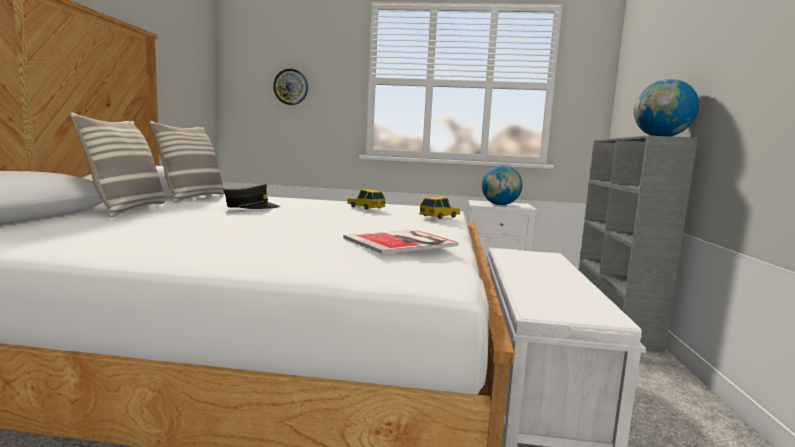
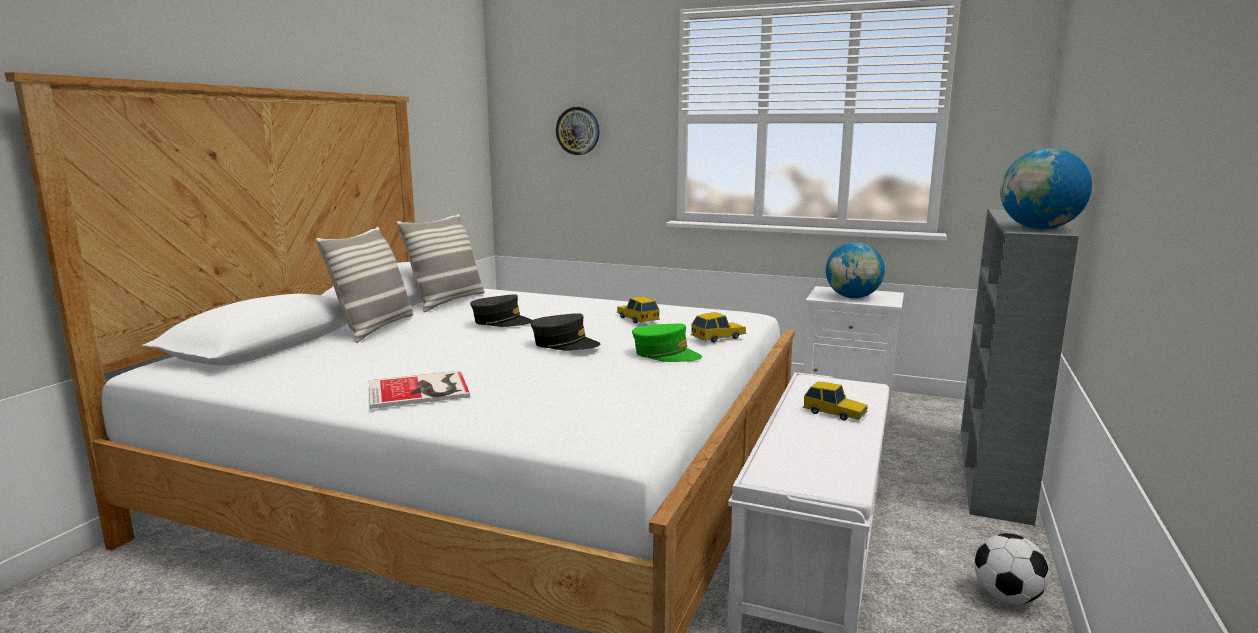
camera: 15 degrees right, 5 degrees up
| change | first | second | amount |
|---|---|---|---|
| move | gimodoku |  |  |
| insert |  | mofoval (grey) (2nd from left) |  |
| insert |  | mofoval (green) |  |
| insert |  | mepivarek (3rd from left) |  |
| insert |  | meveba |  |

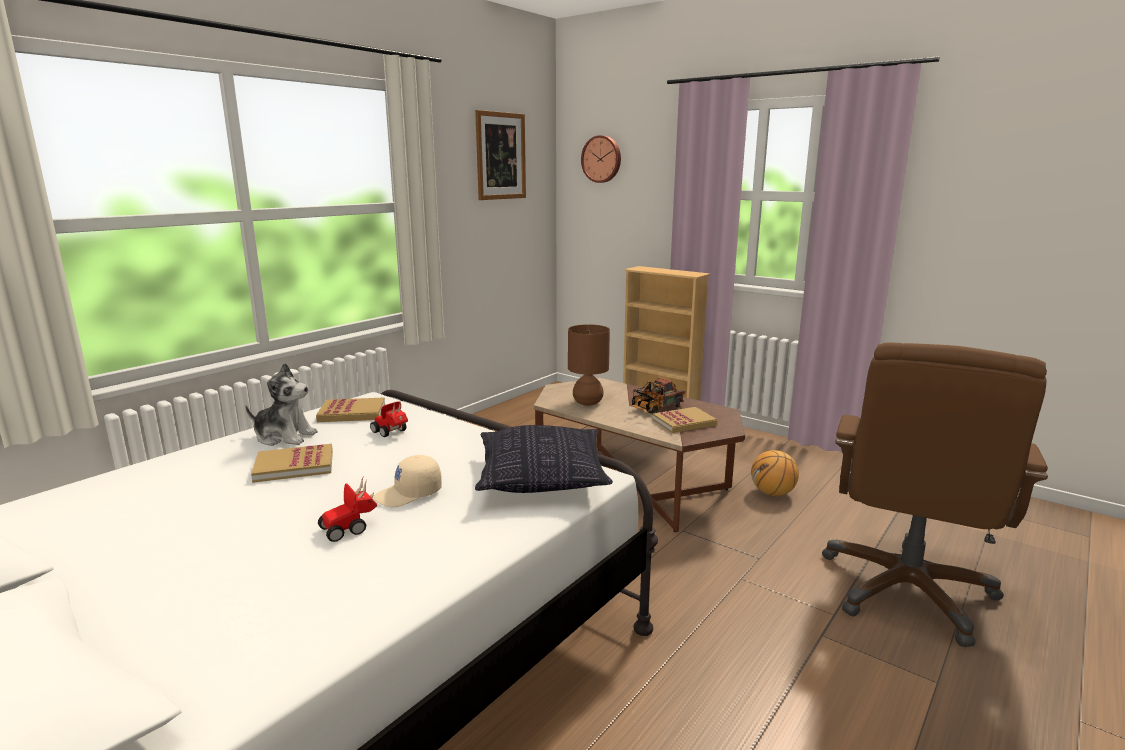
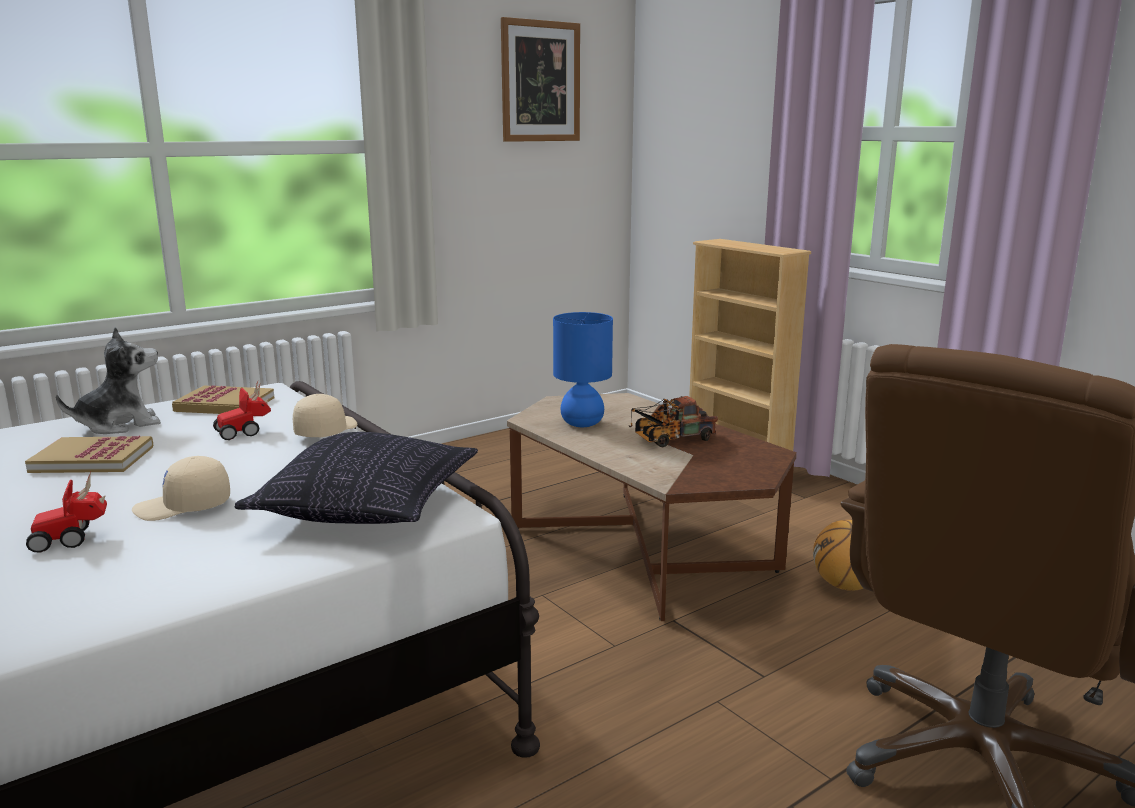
camera: 15 degrees right, 0 degrees up
| change | first | second | amount |
|---|---|---|---|
| rotate | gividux |  | 60 degrees counterclockwise |
| rotate | mepivarek (2nd from left) |  | 90 degrees counterclockwise |
| insert |  | mofoval (beige) (2nd from left) |  |
| recolor | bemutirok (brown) | bemutirok (blue) |  |
| delete | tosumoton |  |  |
| delete | gimodoku (3rd from left) |  |  |

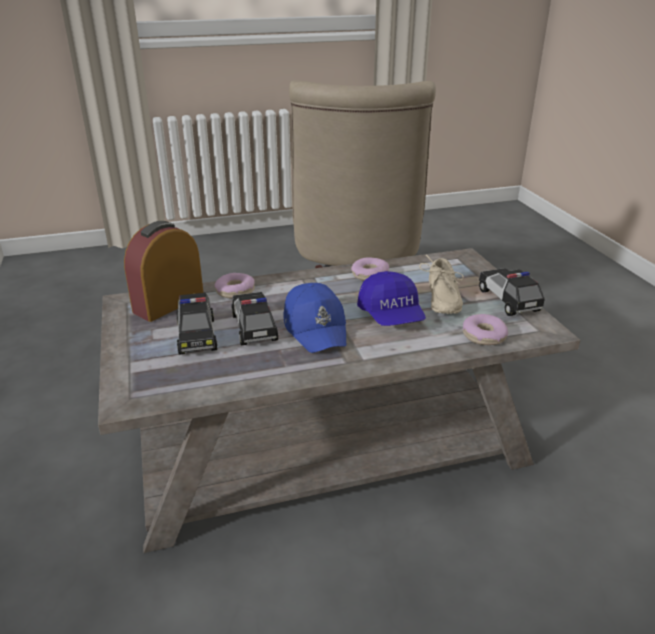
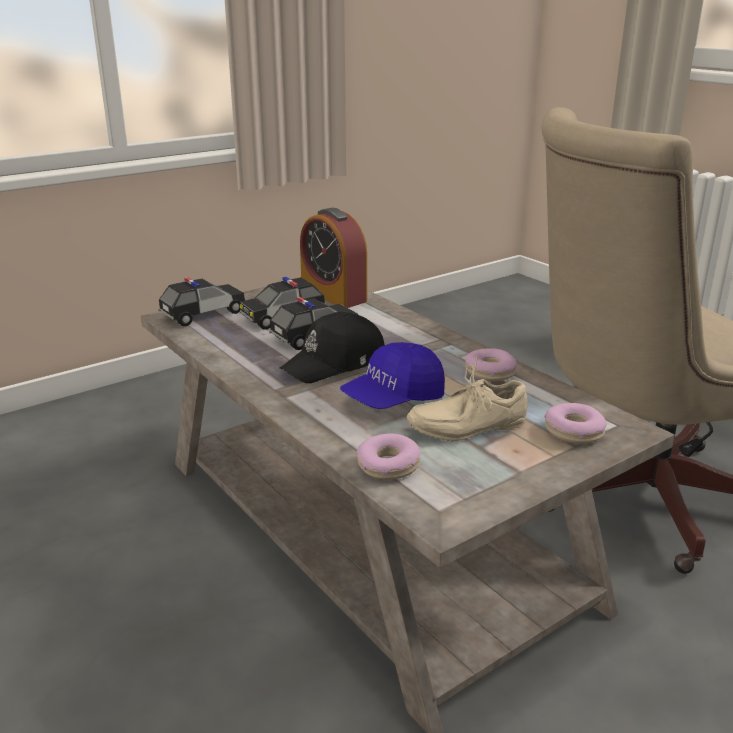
camera: 70 degrees right, 5 degrees down
| change | first | second | amount |
|---|---|---|---|
| move | mepivarek (3rd from left in the first image) | mepivarek (1st from left) |  |
| recolor | mofoval (blue) (1st from left) | mofoval (black) |  |
| rotate | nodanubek |  | 150 degrees counterclockwise |
| move | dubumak (1st from left in the first image) | dubumak (3rd from left) |  |

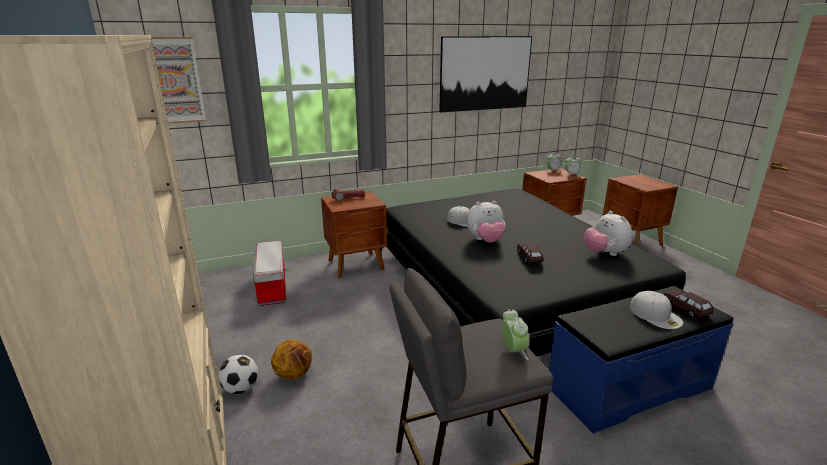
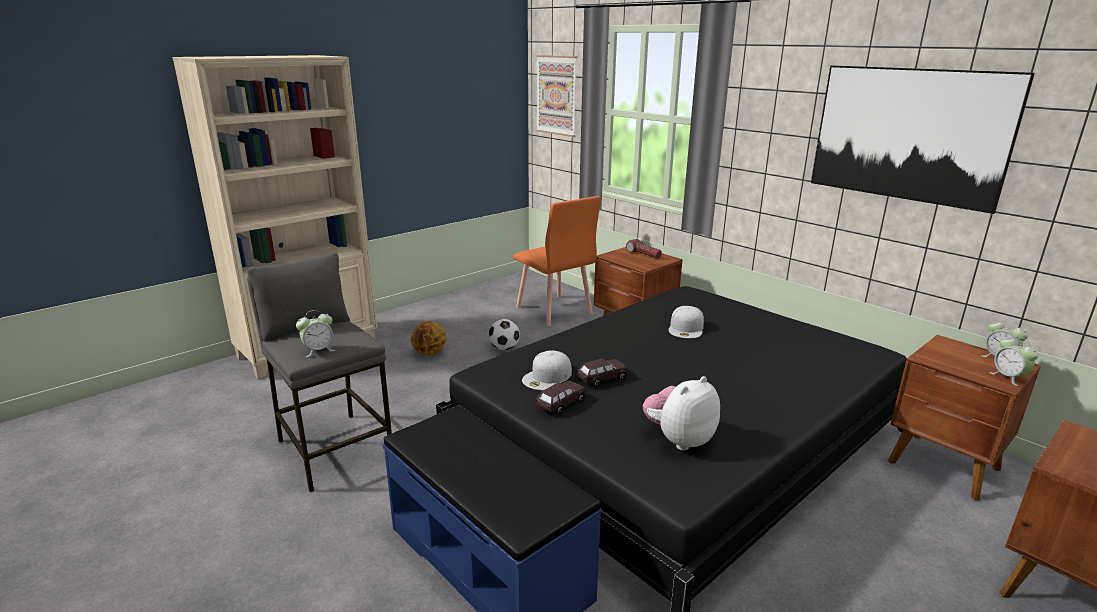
camera: 70 degrees right, 0 degrees up
| change | first | second | amount |
|---|---|---|---|
| move | meveba |  |  |
| replace | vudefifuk | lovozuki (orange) |  |
| move | mofoval (white) (2nd from left in the first image) | mofoval (white) (1st from left) |  |
| move | mepivarek (brown) (2nd from left in the first image) | mepivarek (brown) (1st from left) |  |
| delete | gividux (1st from left) |  |  |

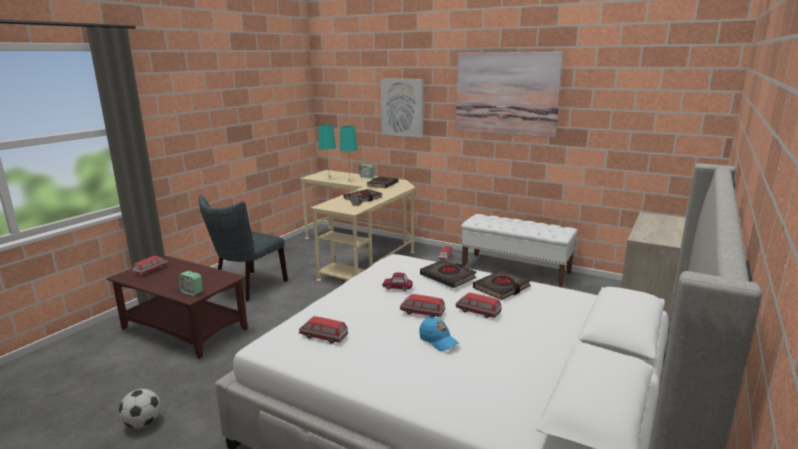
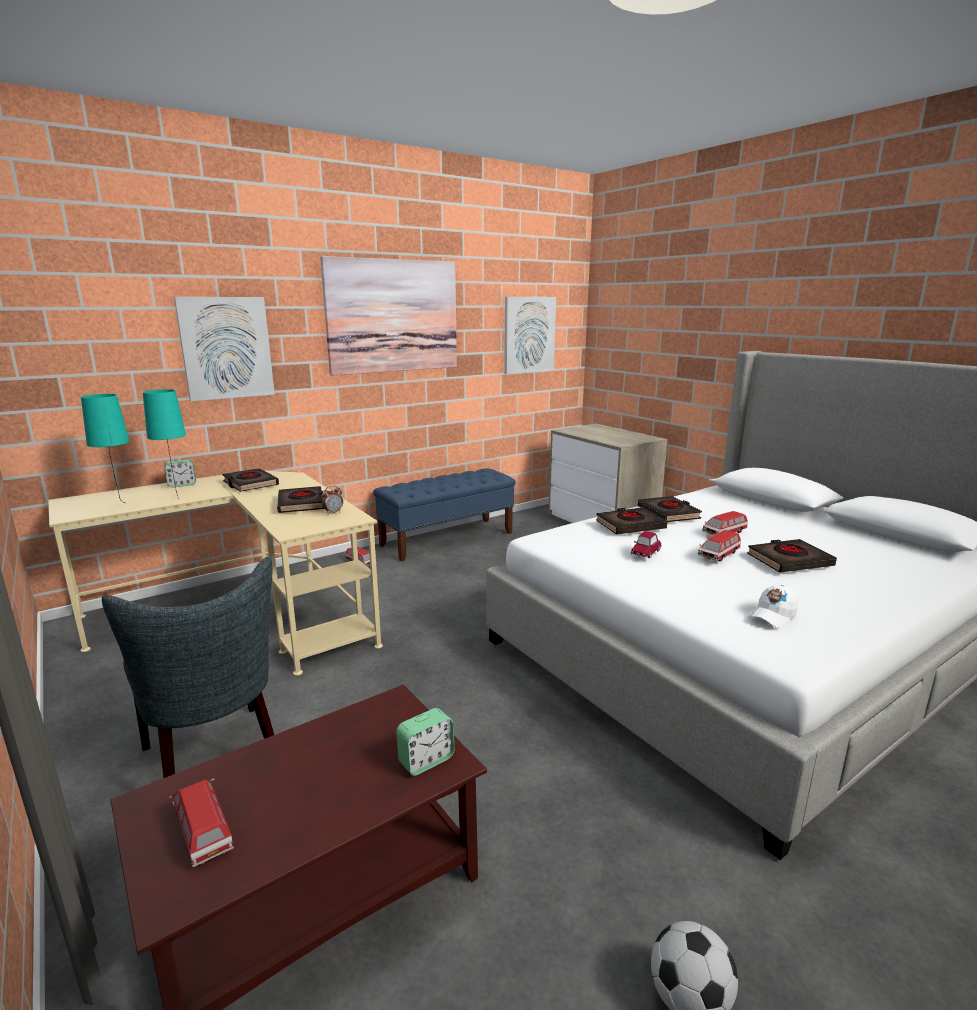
camera: 65 degrees left, 0 degrees up
| change | first | second | amount |
|---|---|---|---|
| recolor | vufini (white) | vufini (blue) |  |
| insert |  | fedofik (3rd from left) |  |
| replace | mofoval (blue) | gimodoku (black) (5th from left) |  |
| replace | mepivarek (2nd from left) | mofoval (white) |  |

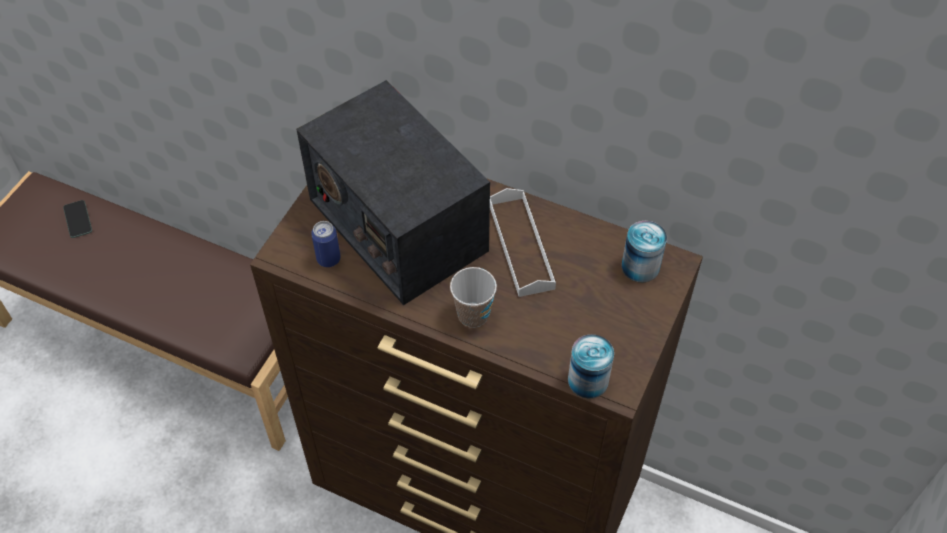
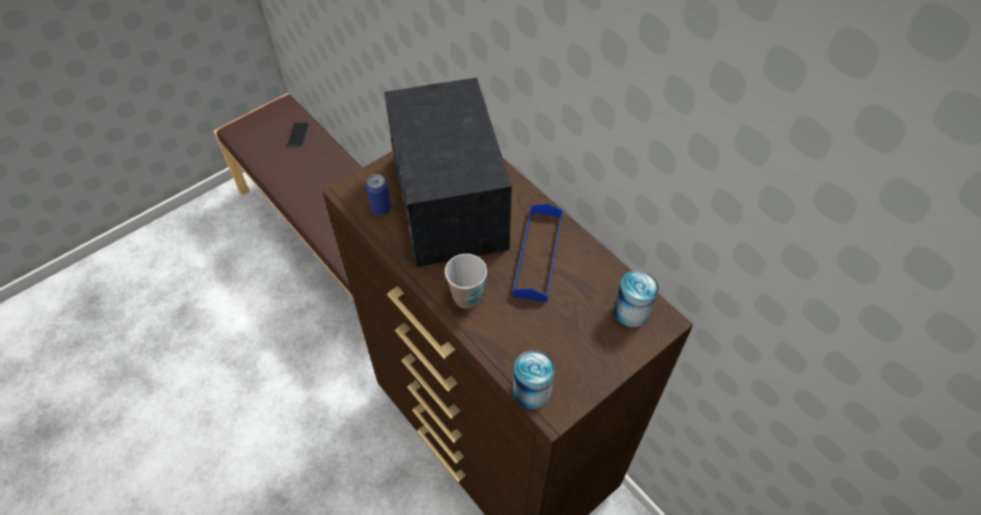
camera: 25 degrees right, 0 degrees up
| change | first | second | amount |
|---|---|---|---|
| recolor | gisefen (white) | gisefen (blue) |  |

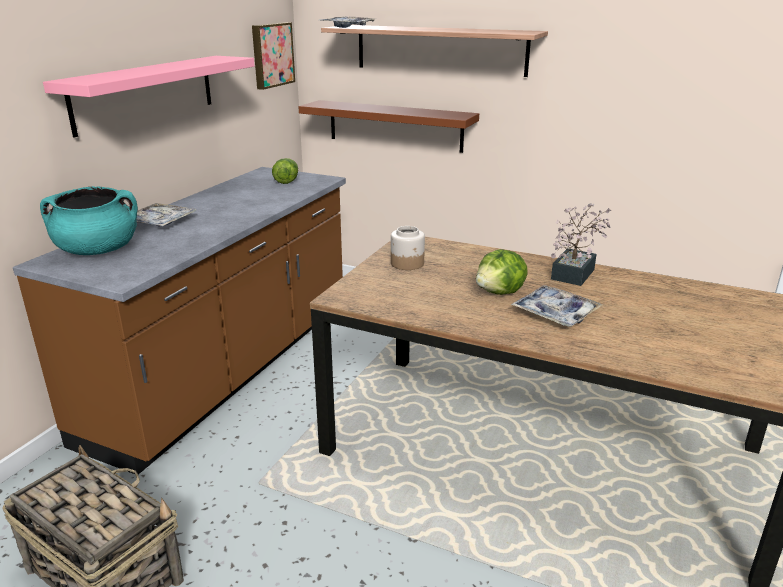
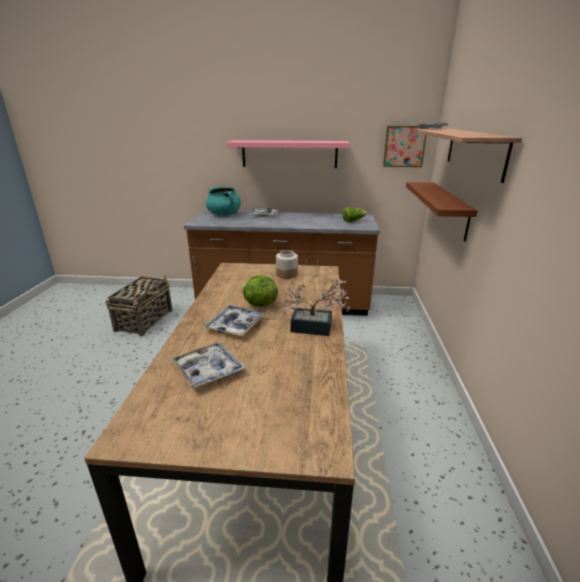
camera: 70 degrees right, 0 degrees up
| change | first | second | amount |
|---|---|---|---|
| insert |  | gisefen (1st from left) |  |

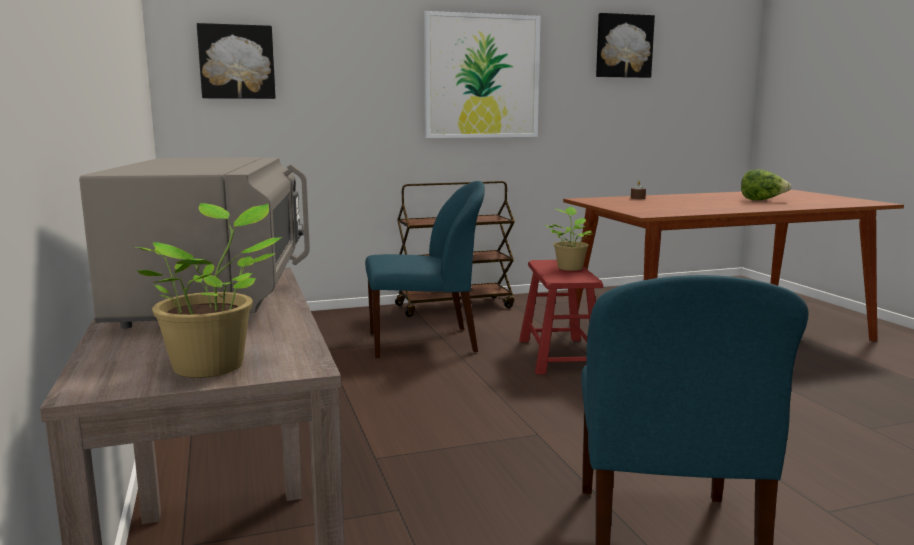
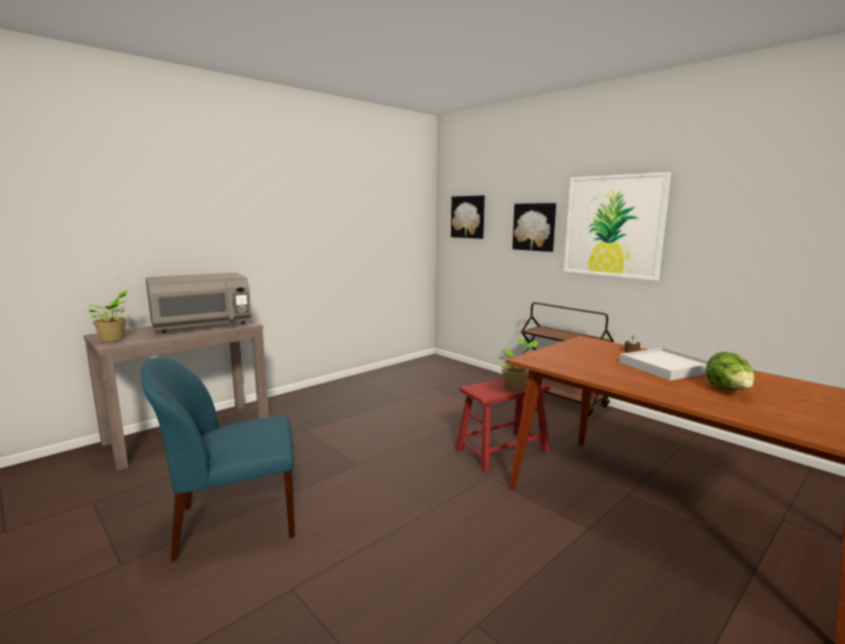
camera: 65 degrees right, 0 degrees up
| change | first | second | amount |
|---|---|---|---|
| move | fedofik (3rd from left in the first image) | fedofik (2nd from left) |  |
| insert |  | gisefen (white) |  |
| delete | lovozuki (blue) (1st from left) |  |  |

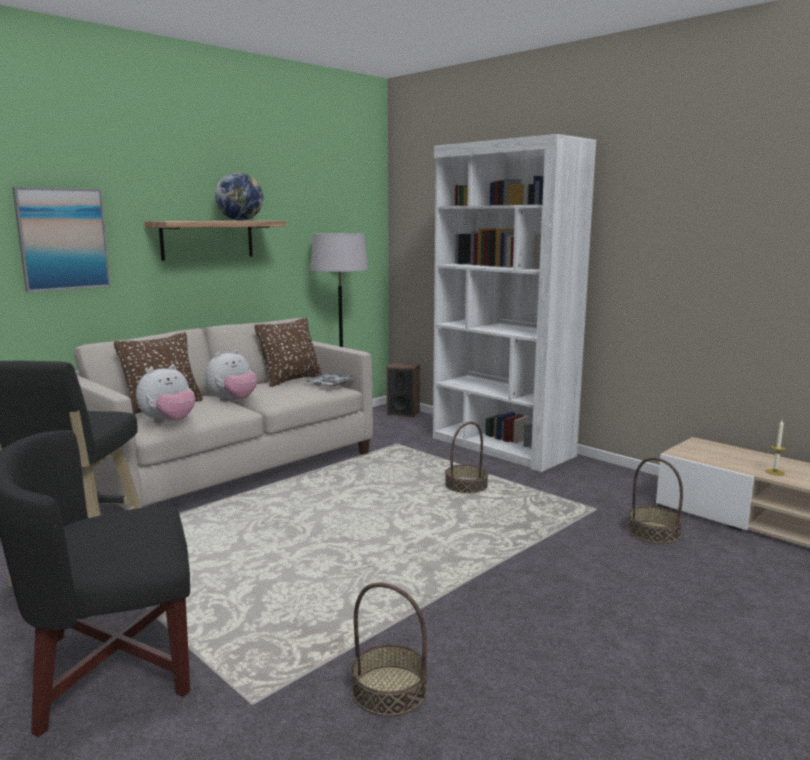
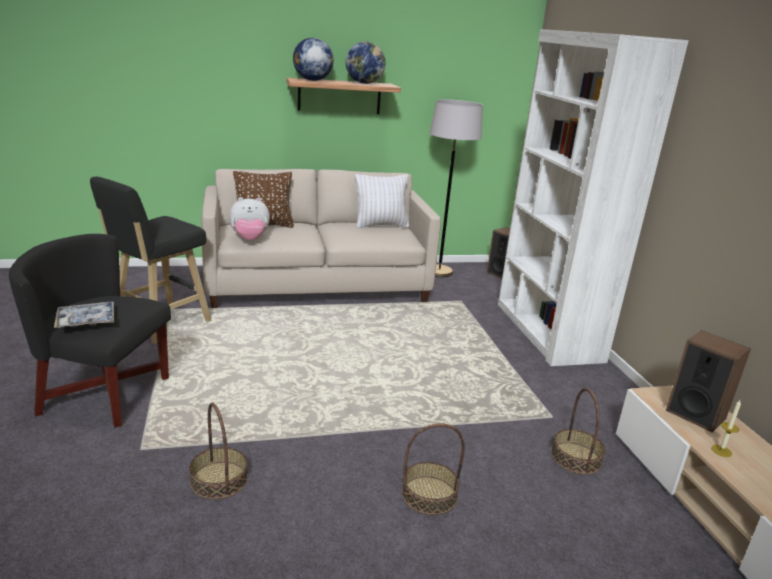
camera: 30 degrees right, 10 degrees up
| change | first | second | amount |
|---|---|---|---|
| move | gisefen |  |  |
| insert |  | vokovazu (1st from left) |  |
| recolor | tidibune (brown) (2nd from left) | tidibune (white) |  |
| move | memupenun (2nd from left) |  |  |
| insert |  | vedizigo (2nd from left) |  |
| delete | fedofik |  |  |
| delete | gividux (2nd from left) |  |  |

